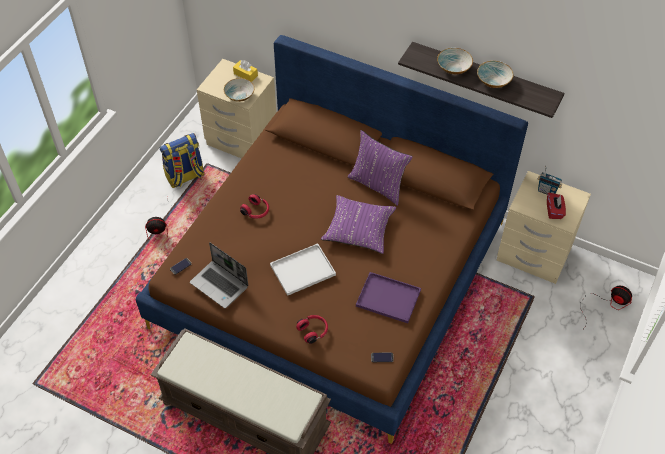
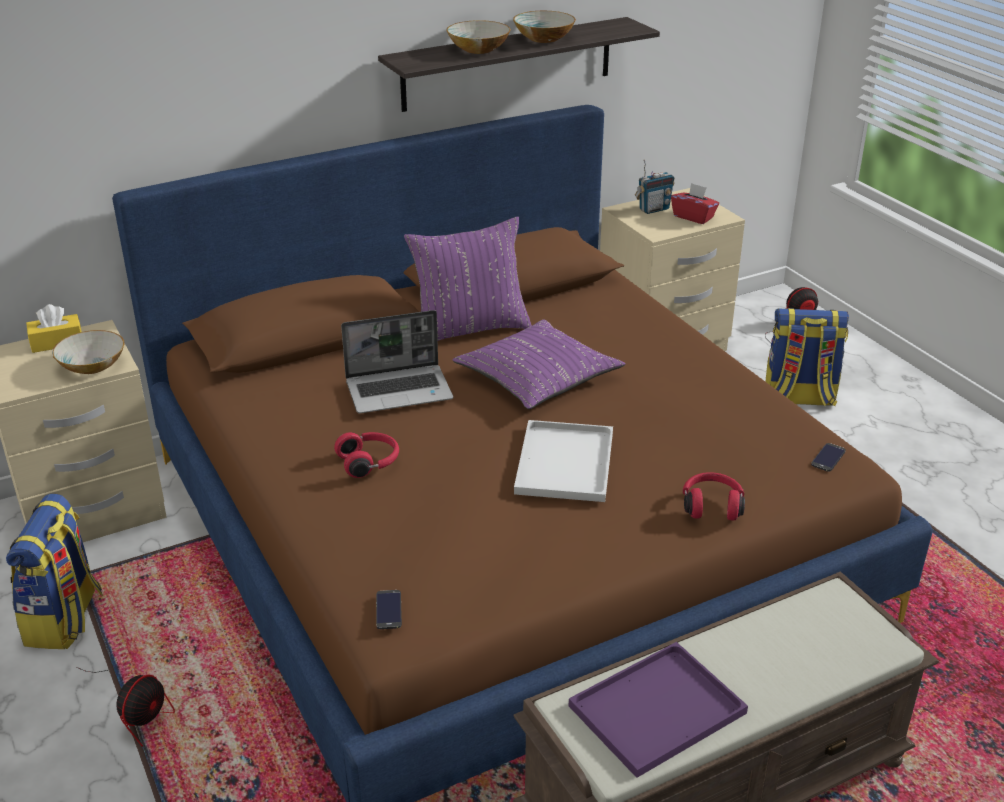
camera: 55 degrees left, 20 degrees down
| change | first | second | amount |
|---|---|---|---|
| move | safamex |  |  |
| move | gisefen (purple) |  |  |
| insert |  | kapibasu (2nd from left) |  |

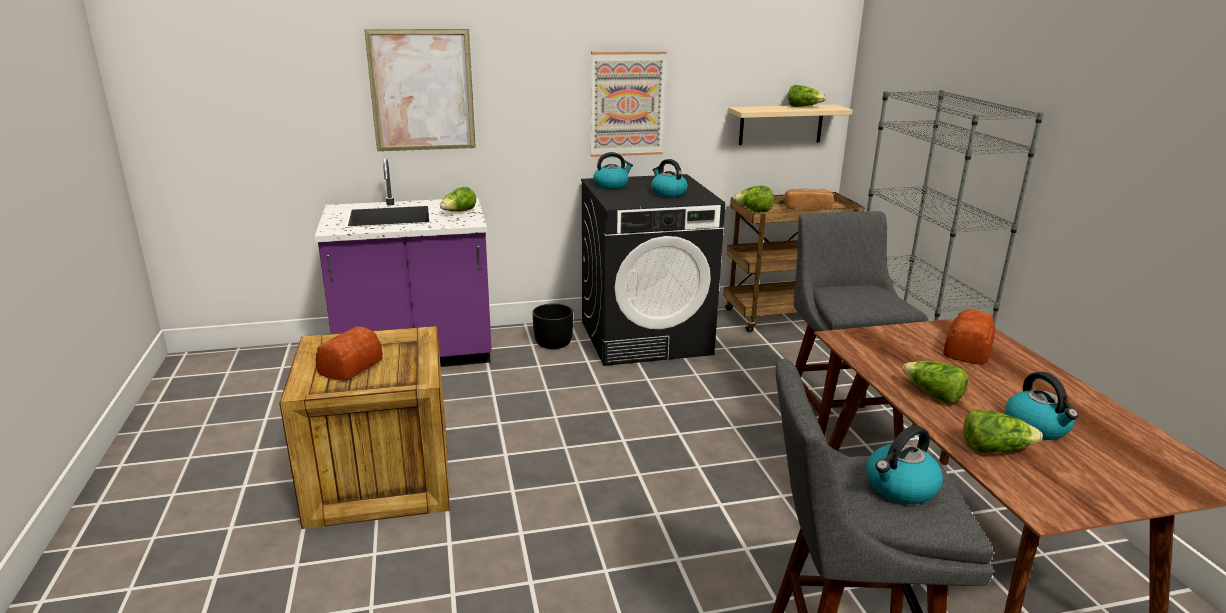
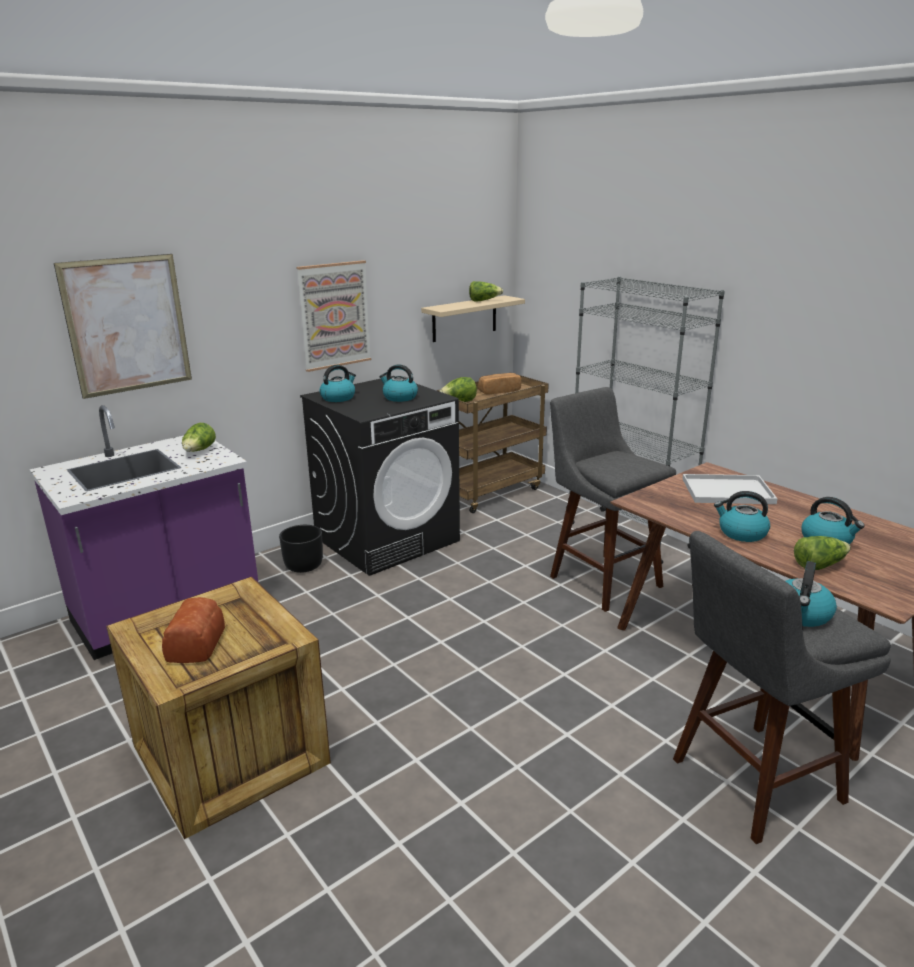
camera: 25 degrees left, 0 degrees up
| change | first | second | amount |
|---|---|---|---|
| replace | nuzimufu (3rd from left) | gisefen (white) |  |
| replace | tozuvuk (4th from left) | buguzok (3rd from left) |  |

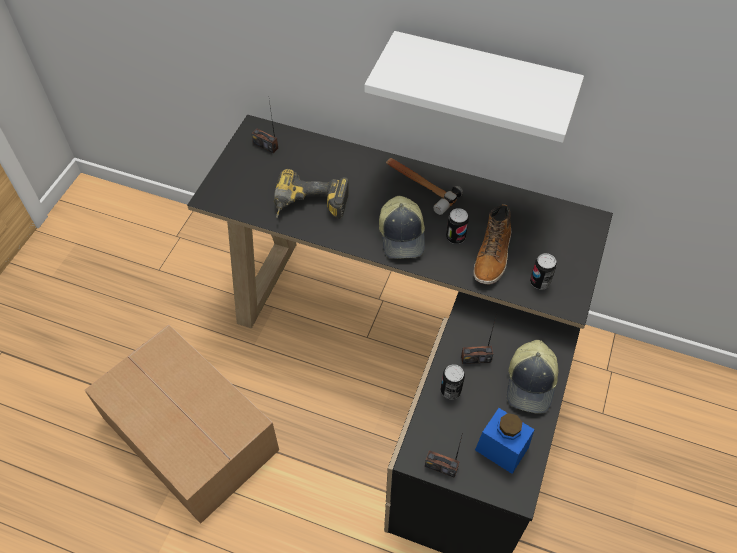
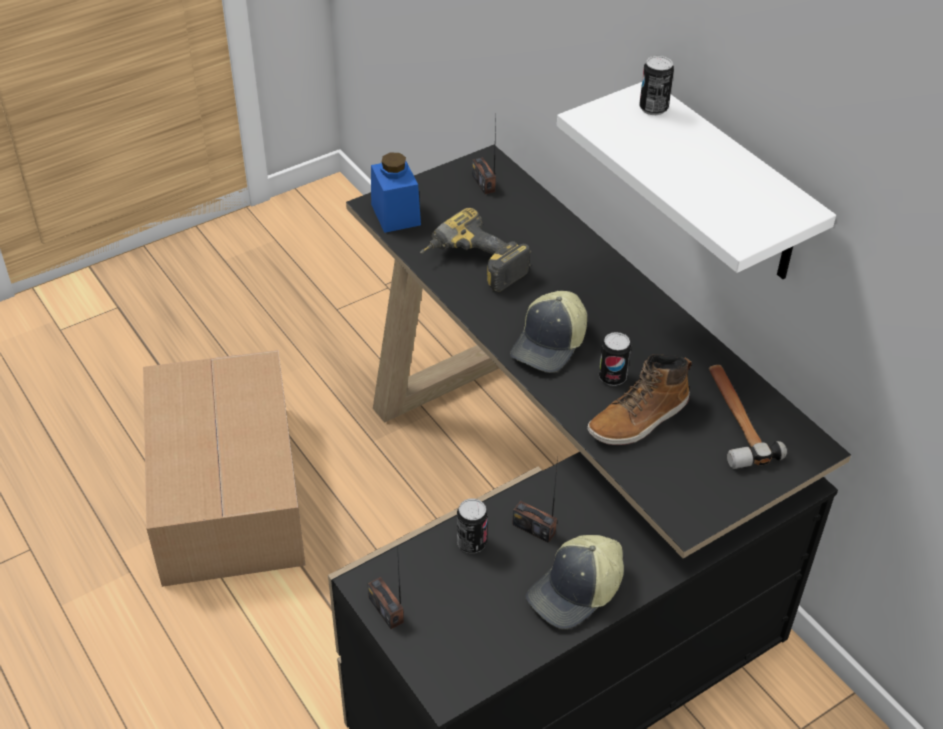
camera: 35 degrees right, 10 degrees down
| change | first | second | amount |
|---|---|---|---|
| move | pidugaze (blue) |  |  |
| move | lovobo (3rd from left) |  |  |
| move | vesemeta |  |  |

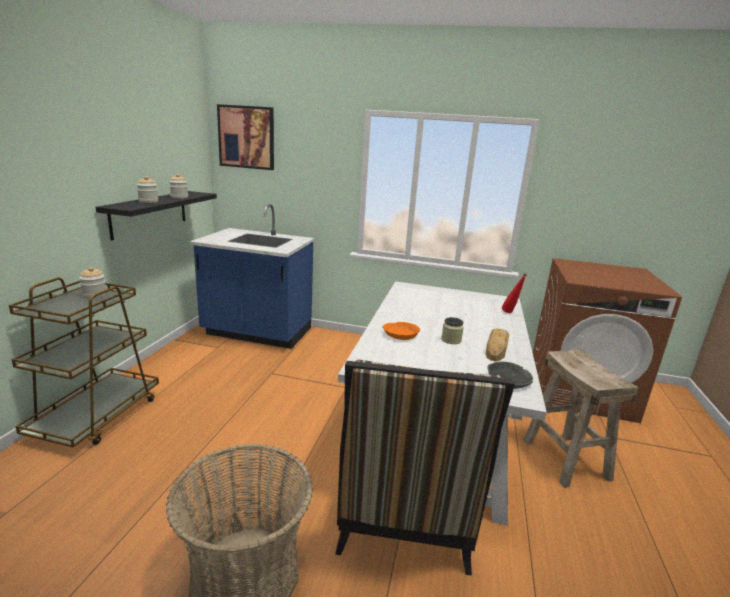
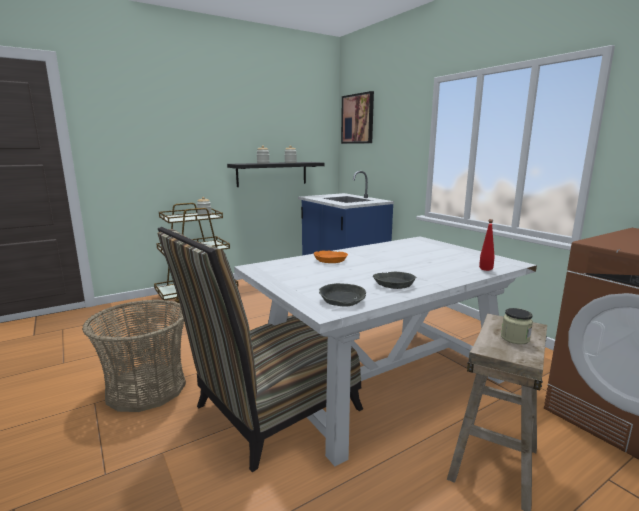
camera: 45 degrees right, 5 degrees down
| change | first | second | amount |
|---|---|---|---|
| replace | nuzimufu | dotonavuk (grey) (2nd from left) |  |
| move | pidugaze (4th from left) |  |  |

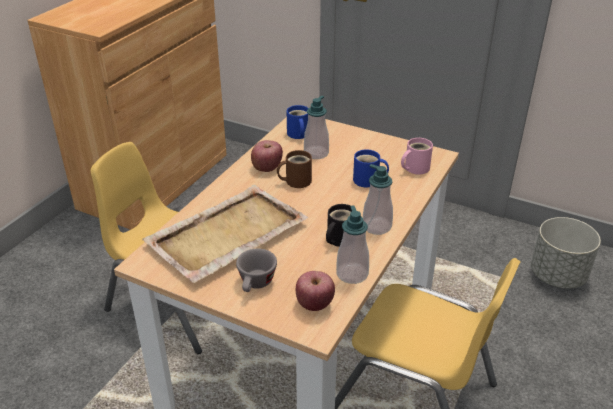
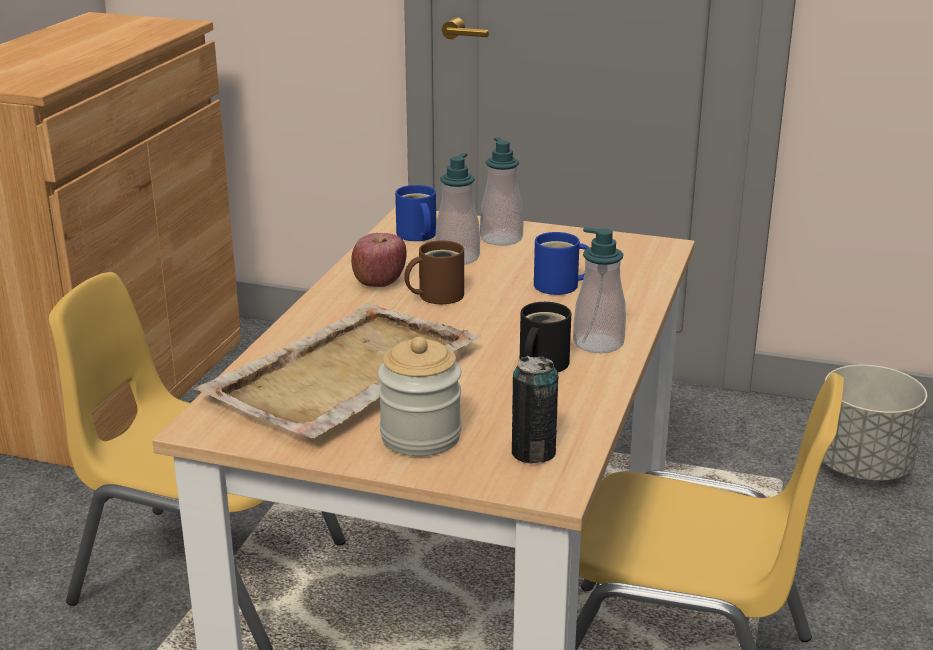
camera: 10 degrees left, 10 degrees down
| change | first | second | amount |
|---|---|---|---|
| replace | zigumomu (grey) | pidugaze |  |
| move | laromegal (2nd from left) |  |  |
| replace | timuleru (2nd from left) | lovobo |  |
| delete | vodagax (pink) |  |  |

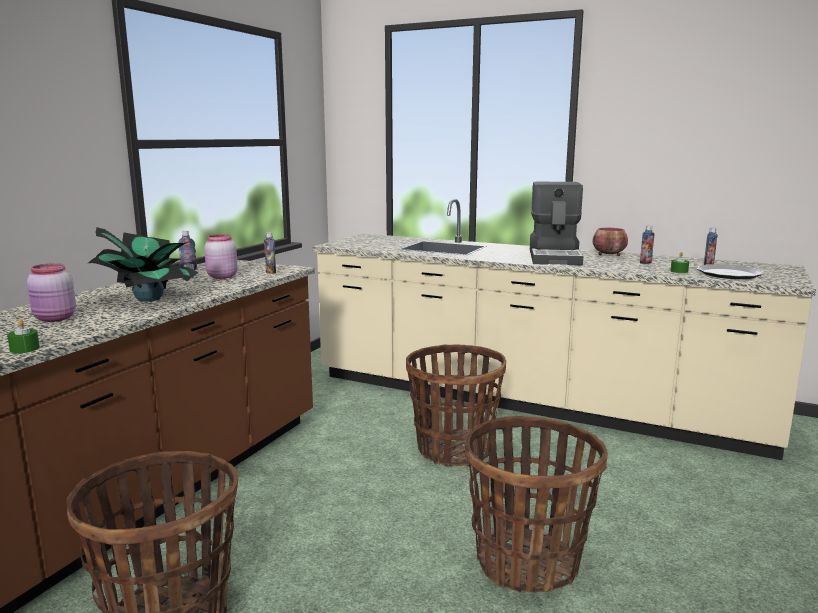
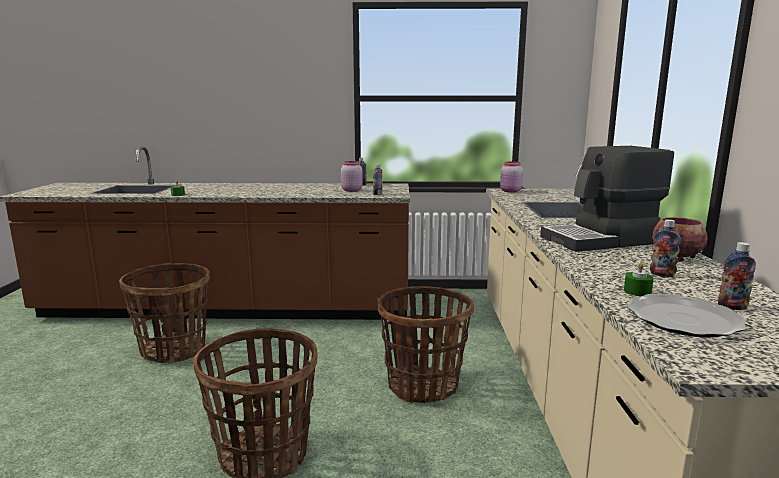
camera: 65 degrees right, 0 degrees up
| change | first | second | amount |
|---|---|---|---|
| move | pidugaze (pink) (1st from left in the first image) | pidugaze (pink) (2nd from left) |  |
| delete | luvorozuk |  |  |

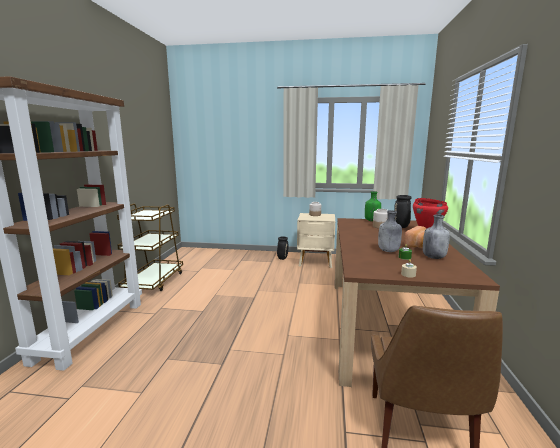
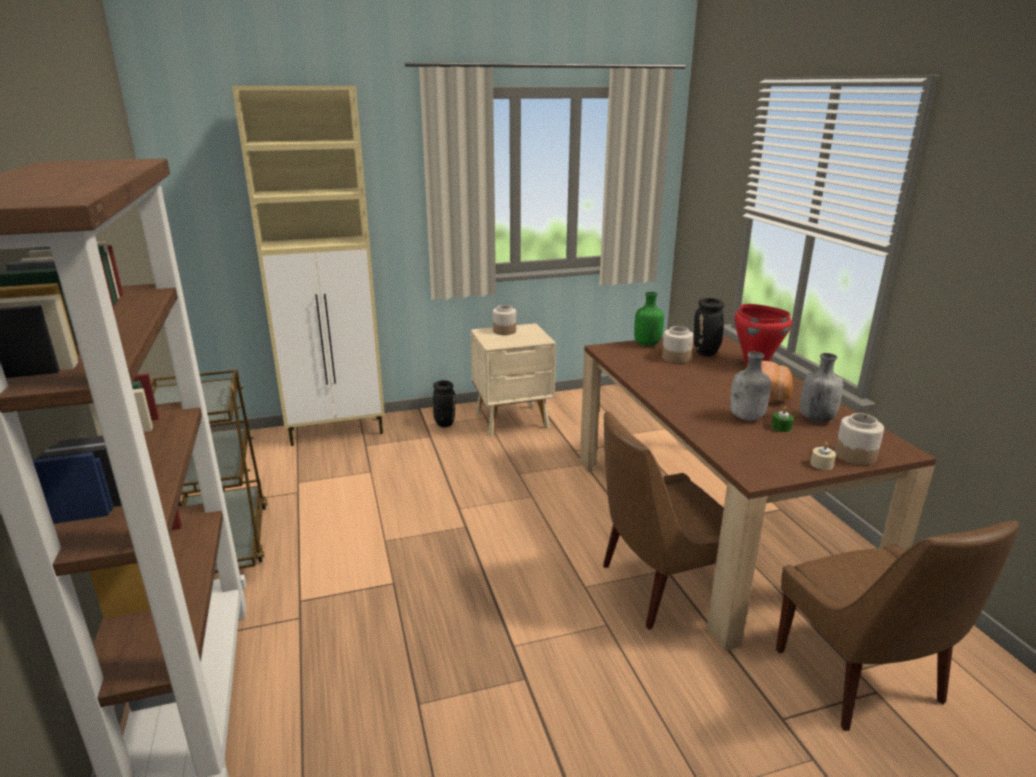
camera: 25 degrees left, 10 degrees up
| change | first | second | amount |
|---|---|---|---|
| insert |  | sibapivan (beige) |  |
| insert |  | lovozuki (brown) (1st from left) |  |
| insert |  | pidugaze (3rd from left) |  |

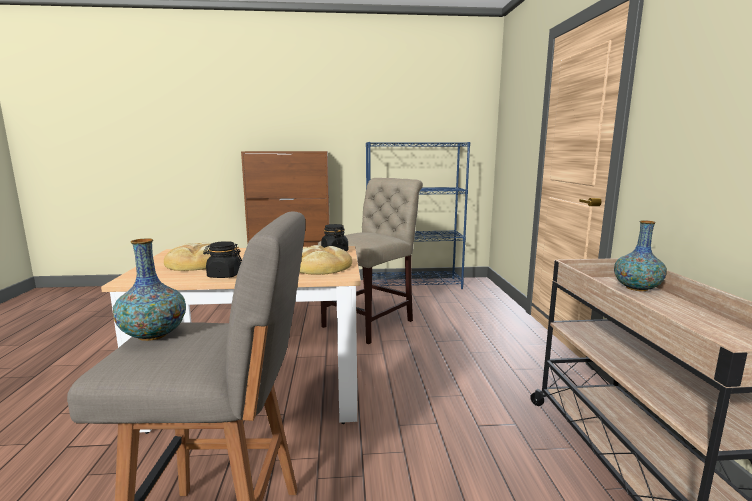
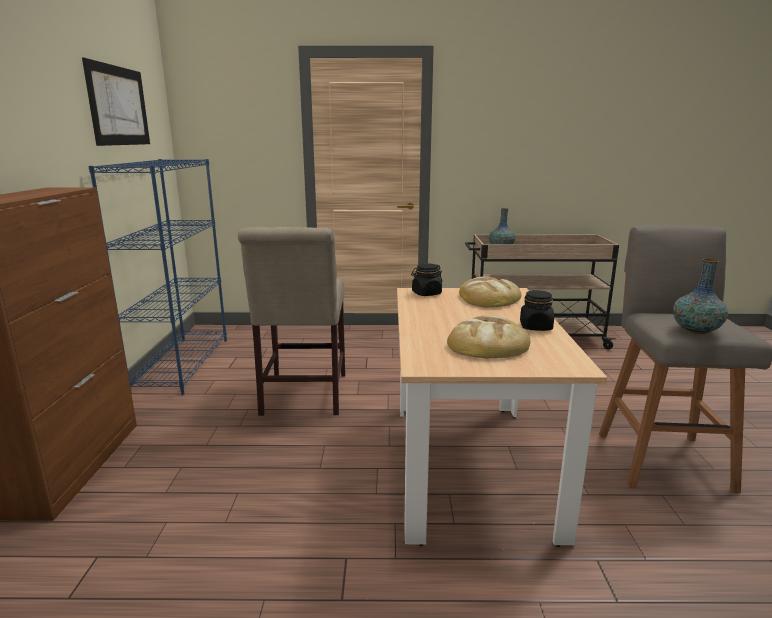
camera: 85 degrees left, 5 degrees up
| change | first | second | amount |
|---|---|---|---|
| insert |  | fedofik |  |
| rotate | lovozuki (beige) |  | 135 degrees counterclockwise |

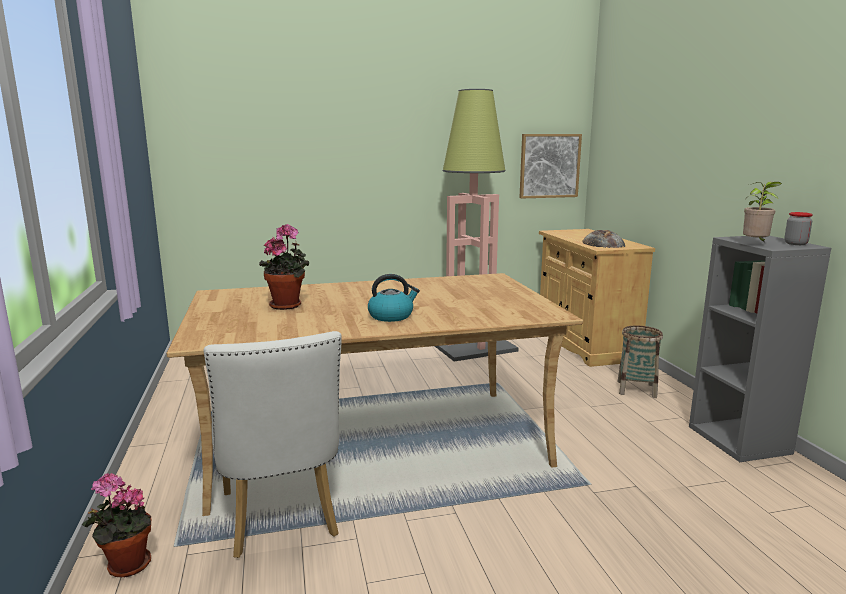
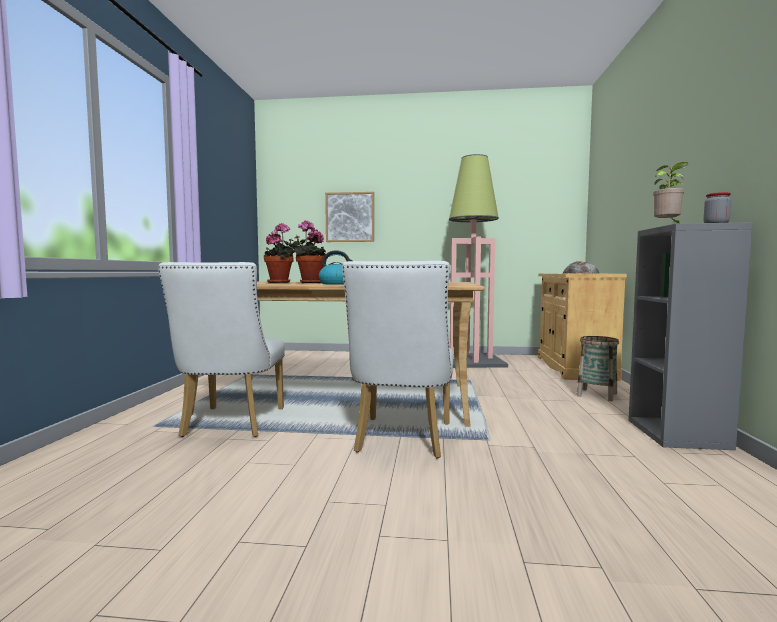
camera: 20 degrees right, 10 degrees down
| change | first | second | amount |
|---|---|---|---|
| move | luvorozuk (1st from left in the first image) | luvorozuk (2nd from left) |  |
| move | fedofik |  |  |
| insert |  | lovozuki (white) (2nd from left) |  |

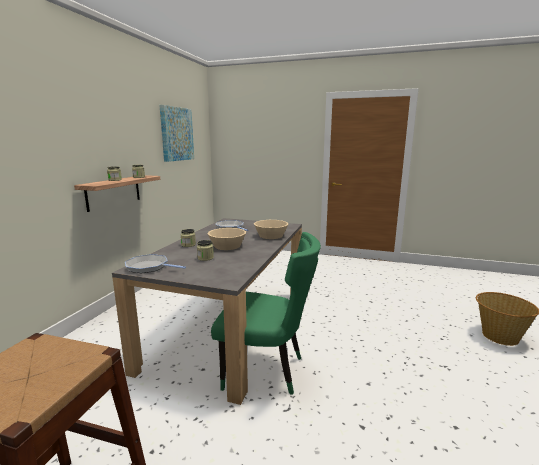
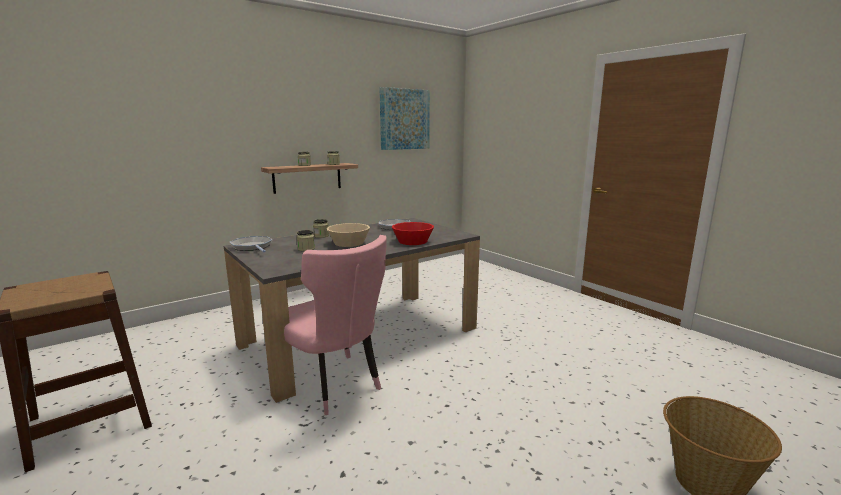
camera: 35 degrees right, 0 degrees up
| change | first | second | amount |
|---|---|---|---|
| recolor | lovozuki (green) | lovozuki (pink) |  |
| recolor | dotonavuk (beige) (2nd from left) | dotonavuk (red) |  |

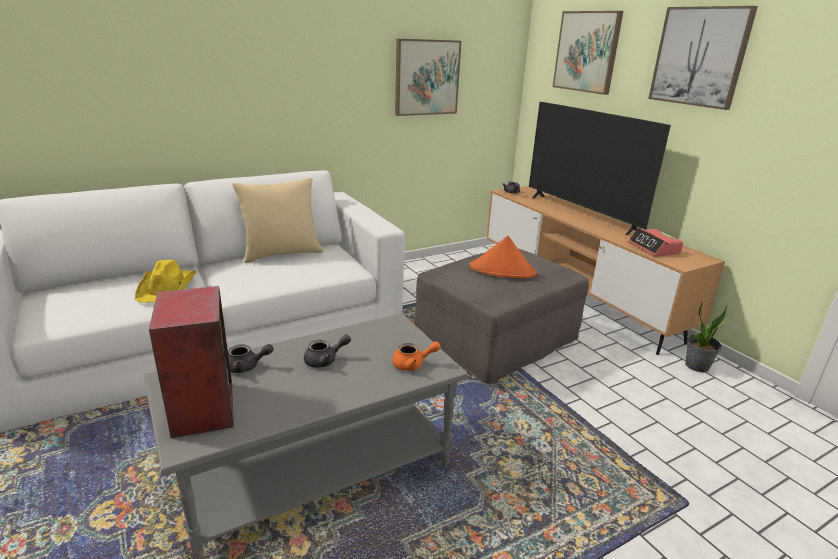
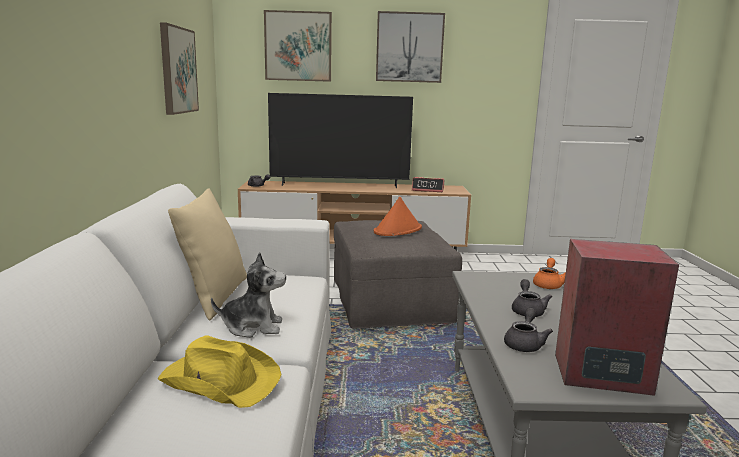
camera: 60 degrees left, 10 degrees down
| change | first | second | amount |
|---|---|---|---|
| insert |  | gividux |  |
| delete | luvorozuk |  |  |

